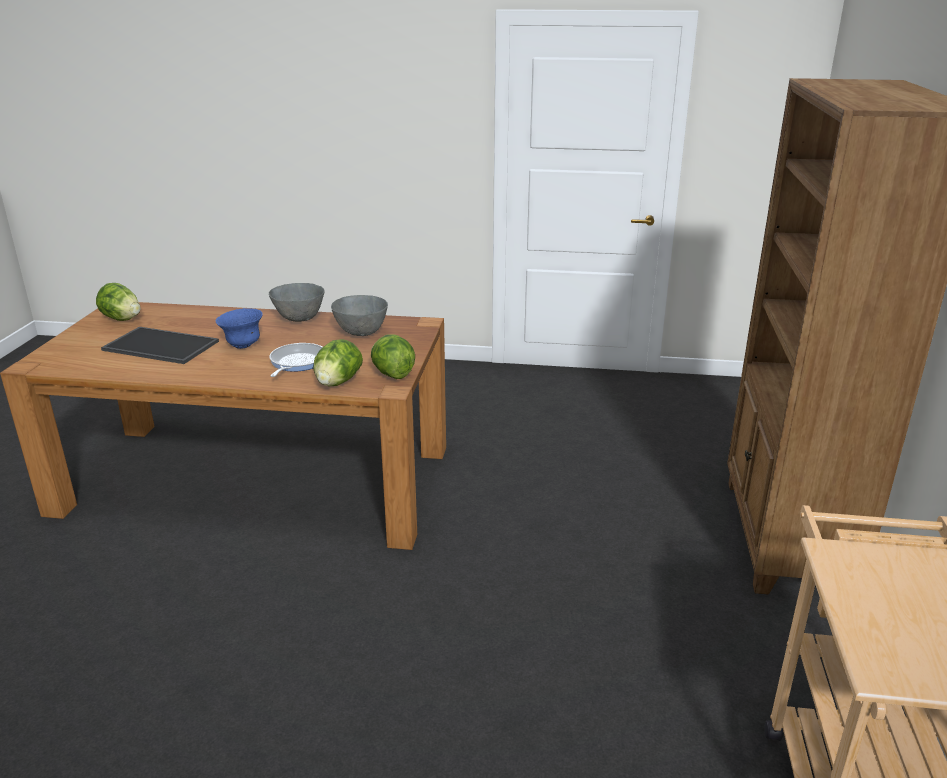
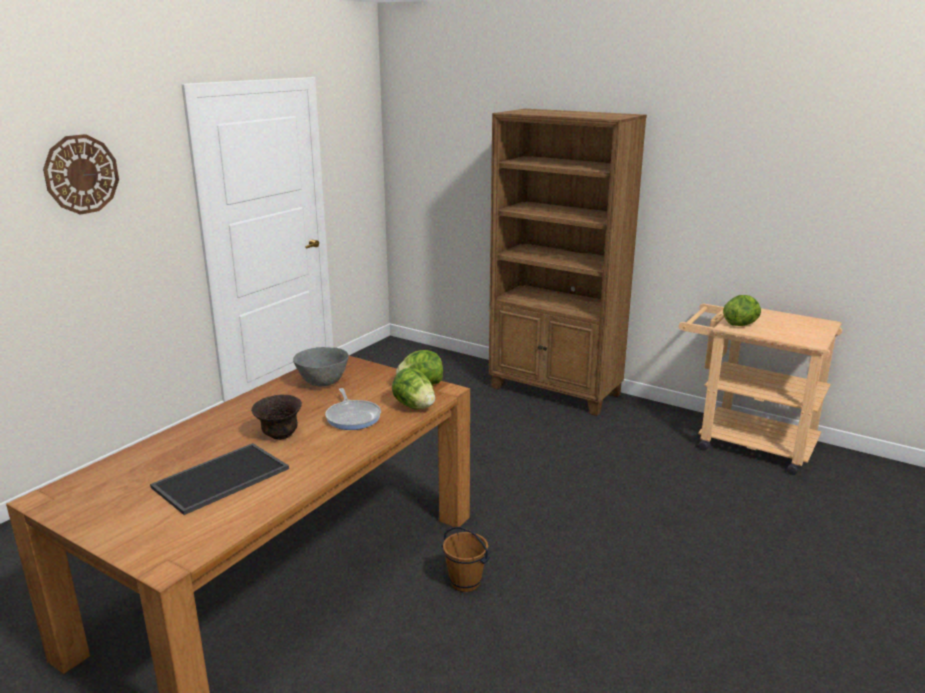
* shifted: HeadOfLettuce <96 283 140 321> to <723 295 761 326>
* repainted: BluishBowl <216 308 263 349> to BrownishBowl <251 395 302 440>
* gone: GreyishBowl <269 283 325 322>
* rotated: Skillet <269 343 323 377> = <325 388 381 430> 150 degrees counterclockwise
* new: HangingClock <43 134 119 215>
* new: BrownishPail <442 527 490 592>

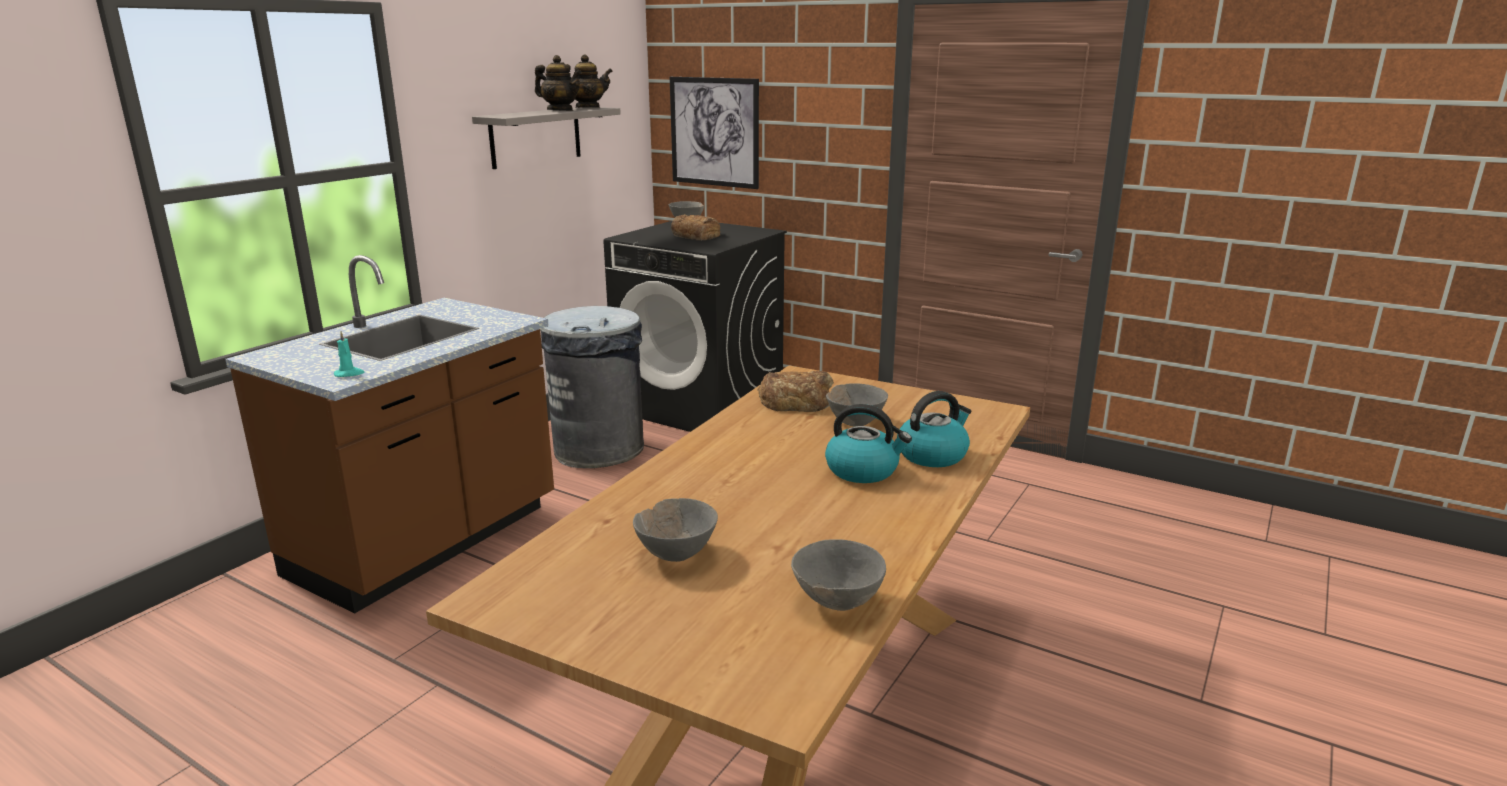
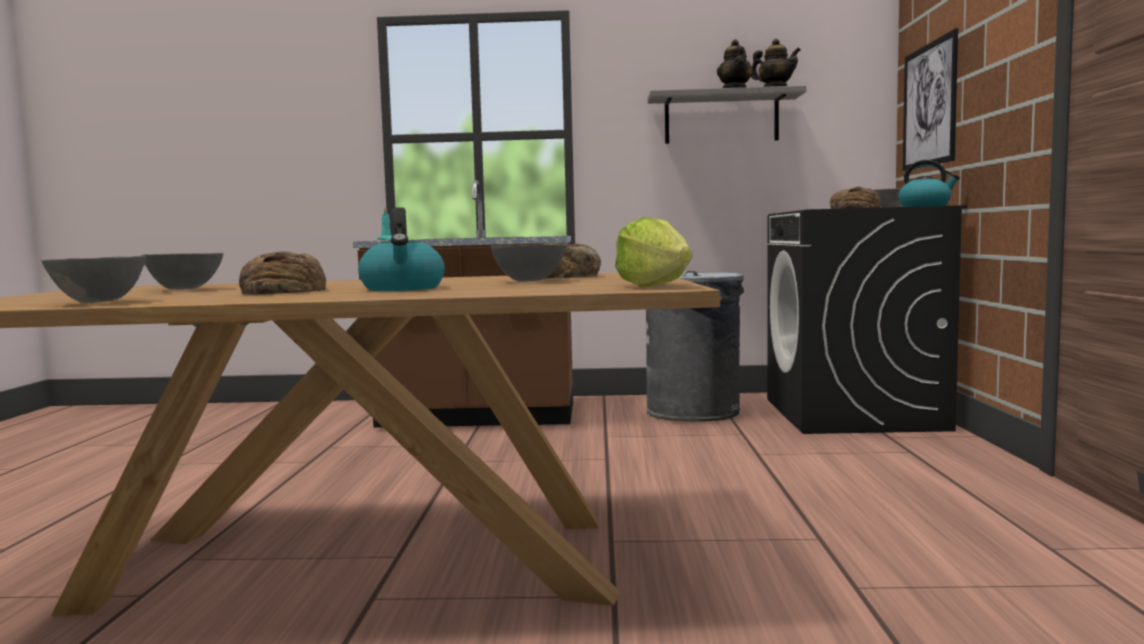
* shifted: Kettle <897 391 971 467> to <898 160 960 207>
* new: Bread <239 251 326 295>
* new: HeadOfLettuce <615 217 692 287>

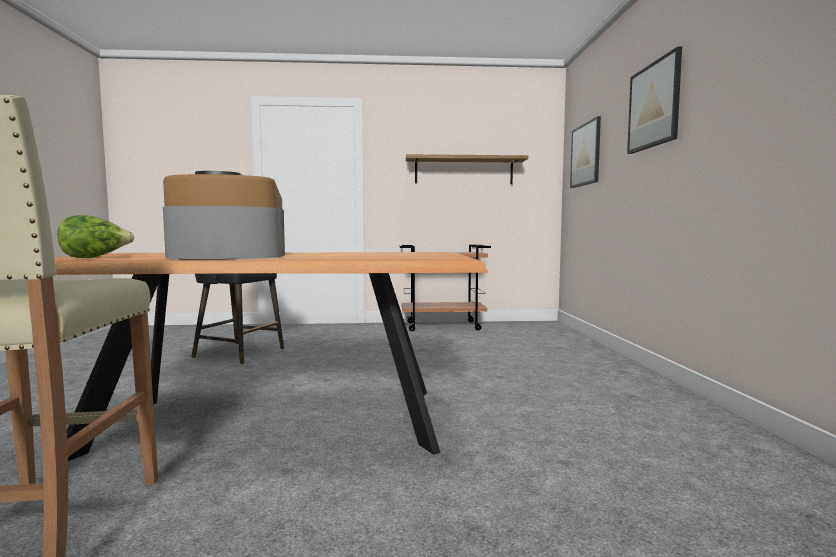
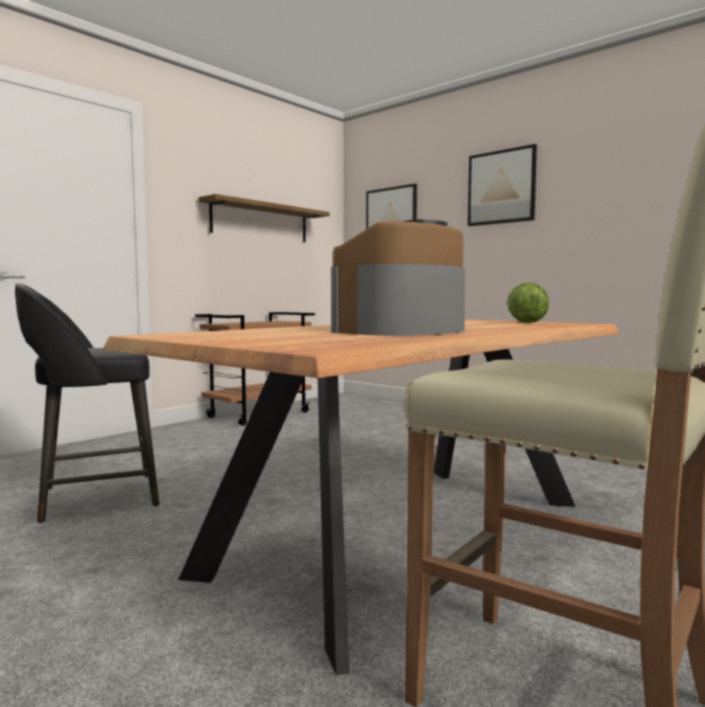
* shifted: HeadOfLettuce <57 215 135 258> to <507 283 549 323>

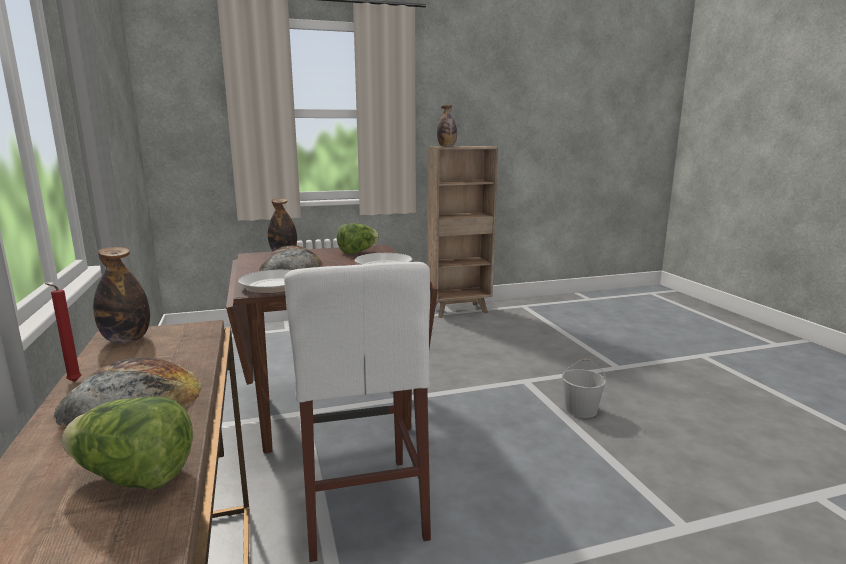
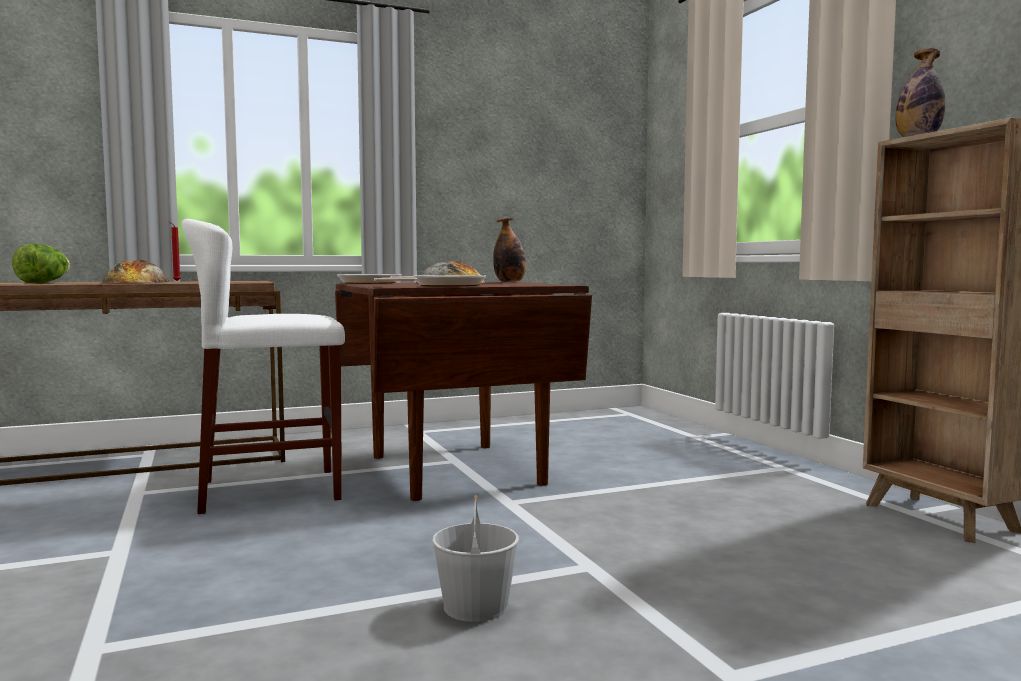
* gone: Bottle <93 247 150 344>
* gone: HeadOfLettuce <337 223 379 254>

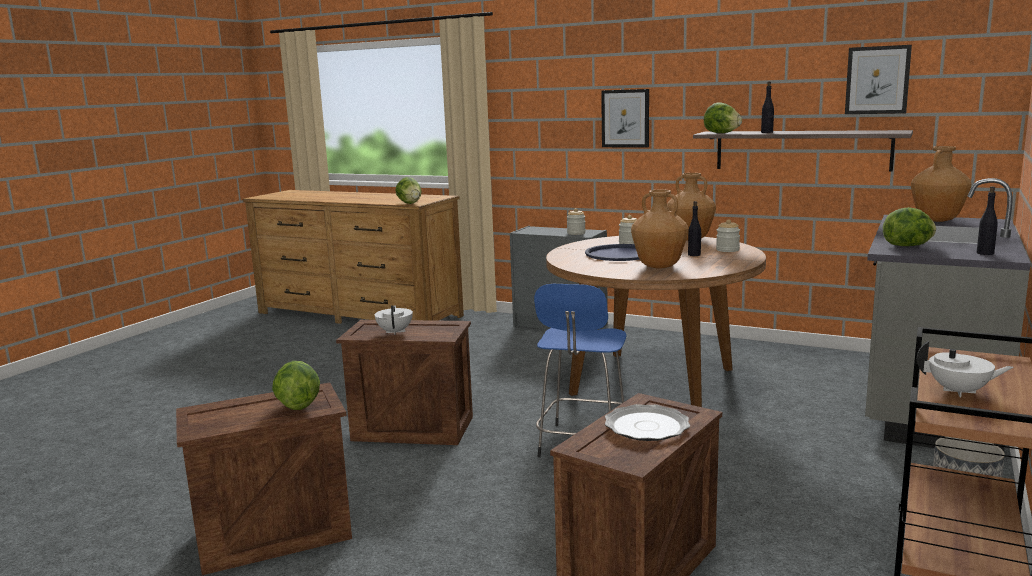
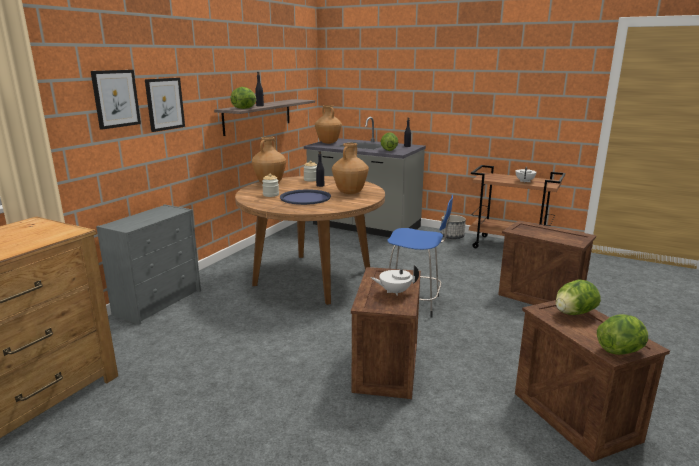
* shifted: HeadOfLettuce <395 177 422 204> to <597 314 648 355>
* gone: Jar <567 208 586 235>
* gone: FlatDish <605 404 690 441>
* shifted: WallPicture <845 45 912 114> to <91 70 141 130>

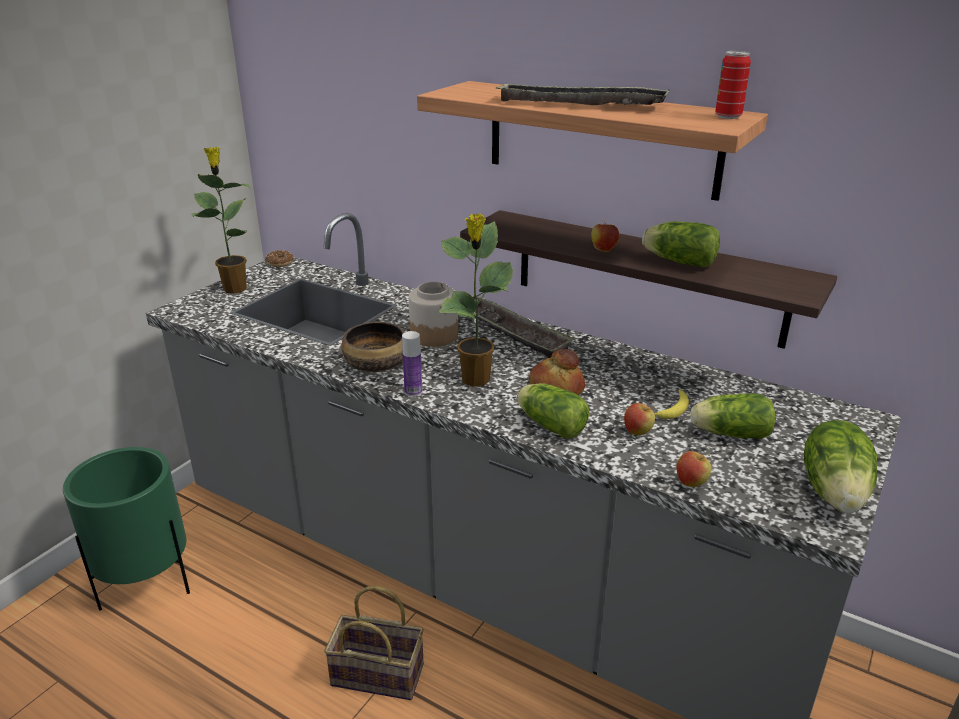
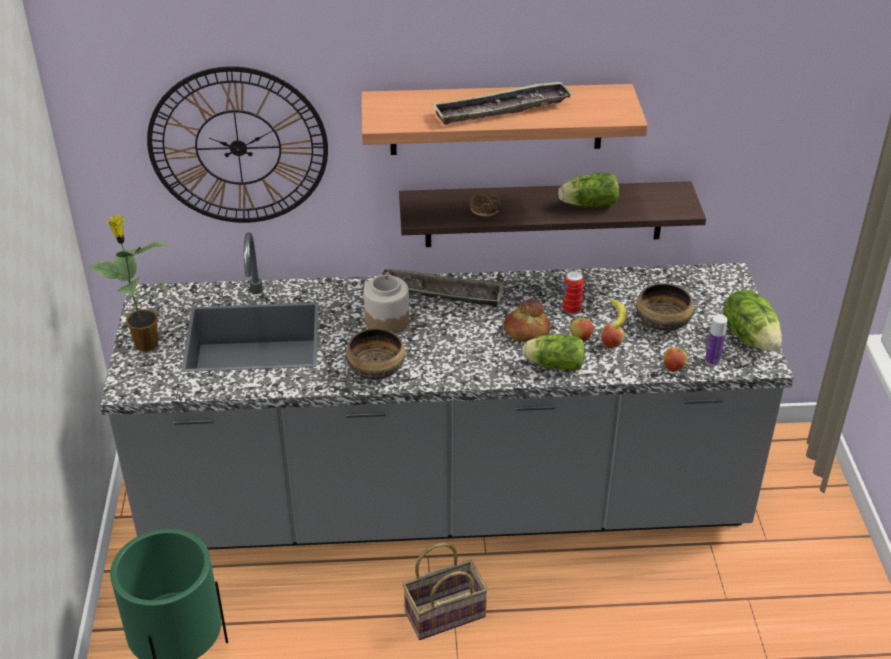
* shifted: RingDoughnut <265 250 294 267> to <470 194 501 217>
* shifted: Bottle <402 331 422 397> to <705 314 728 366>
* gone: Houseplant <439 214 513 387>
* shifted: WholeApple <591 220 619 252> to <570 316 593 342>
* swapped: HeadOfLettuce <690 393 775 439> to Bowl <636 283 694 331>
* shifted: MetalCan <715 51 751 119> to <563 271 584 314>
* new: HangingClock <147 66 328 223>

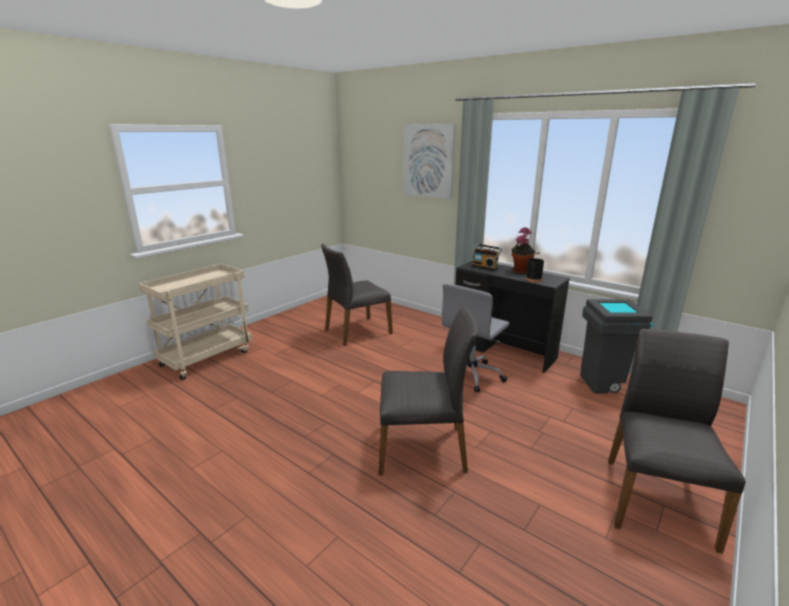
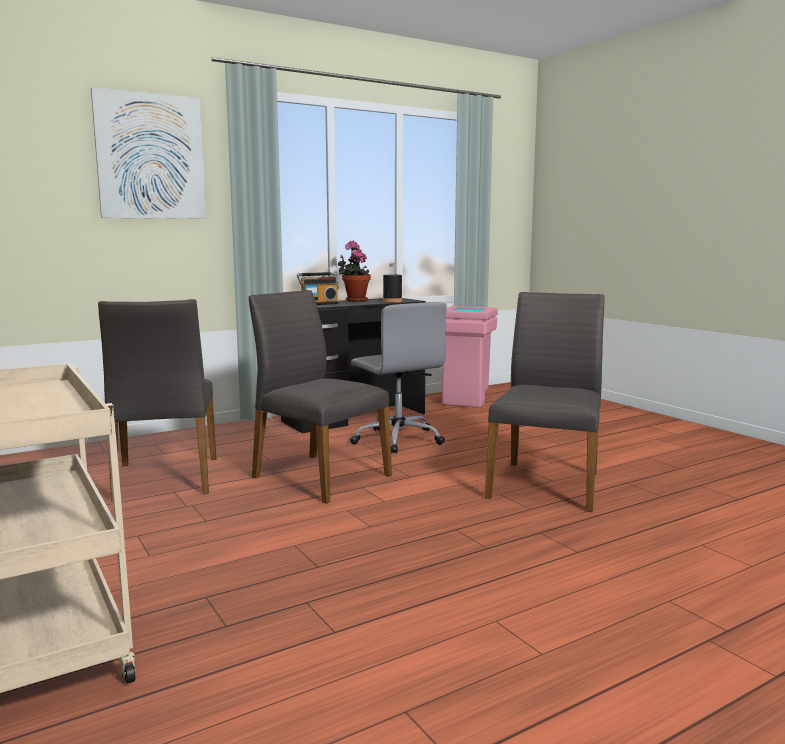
* repainted: GreyishWasteBin <580 299 654 393> to PinkColouredWasteBin <442 306 498 408>
* shifted: GreyishUprightChair <608 329 746 554> to <249 290 392 504>

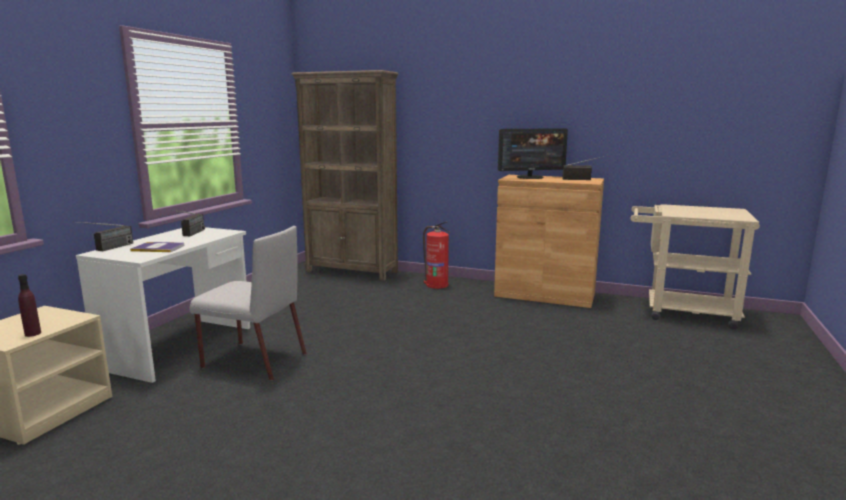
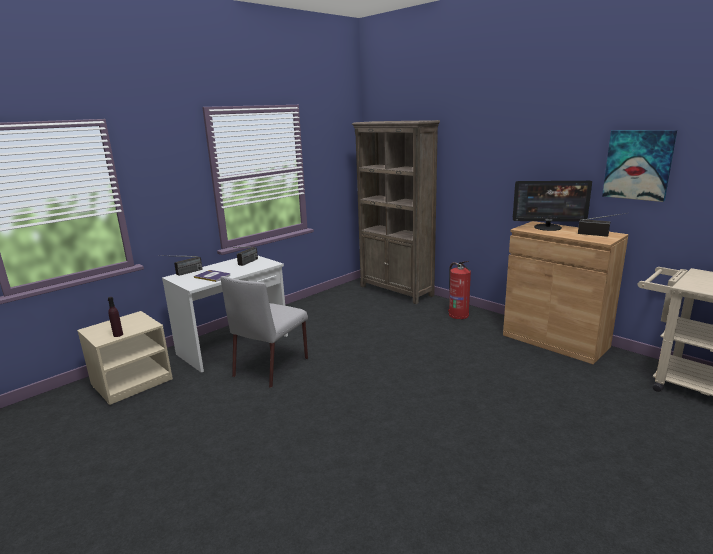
* rotated: GreyishUprightChair <190 226 306 381> = <220 276 308 388> 75 degrees clockwise
* new: WallPicture <602 130 677 202>

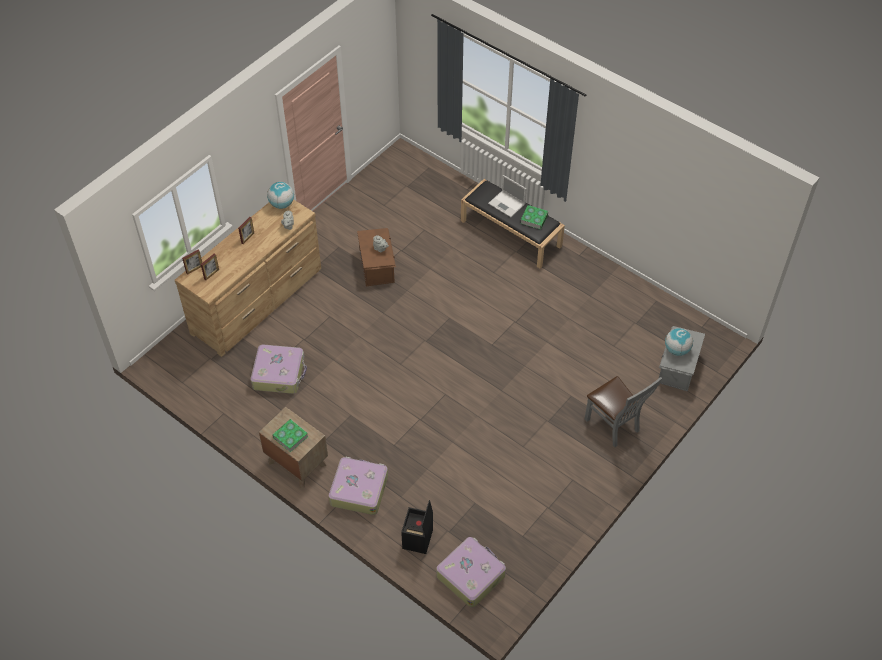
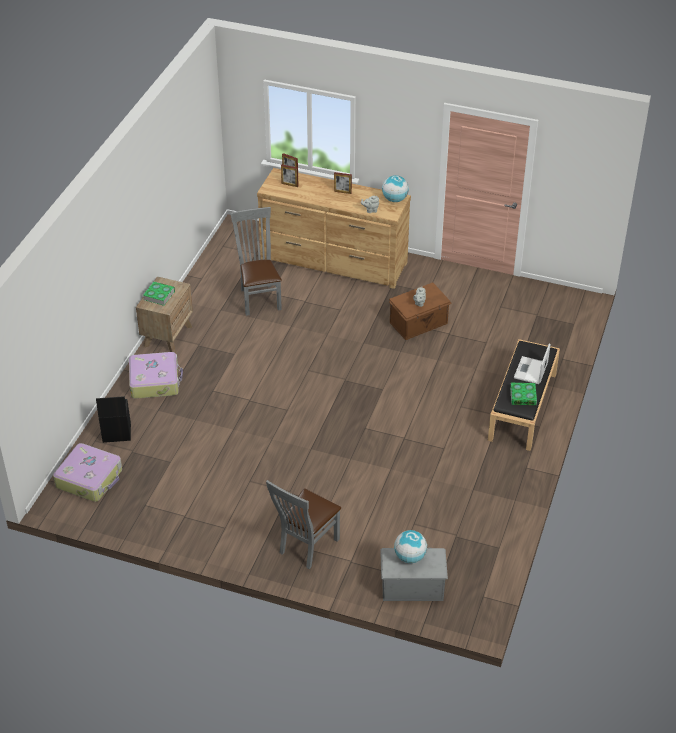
* swapped: PieceOfLuggage <251 345 307 394> to GreyishUprightChair <231 207 282 316>

